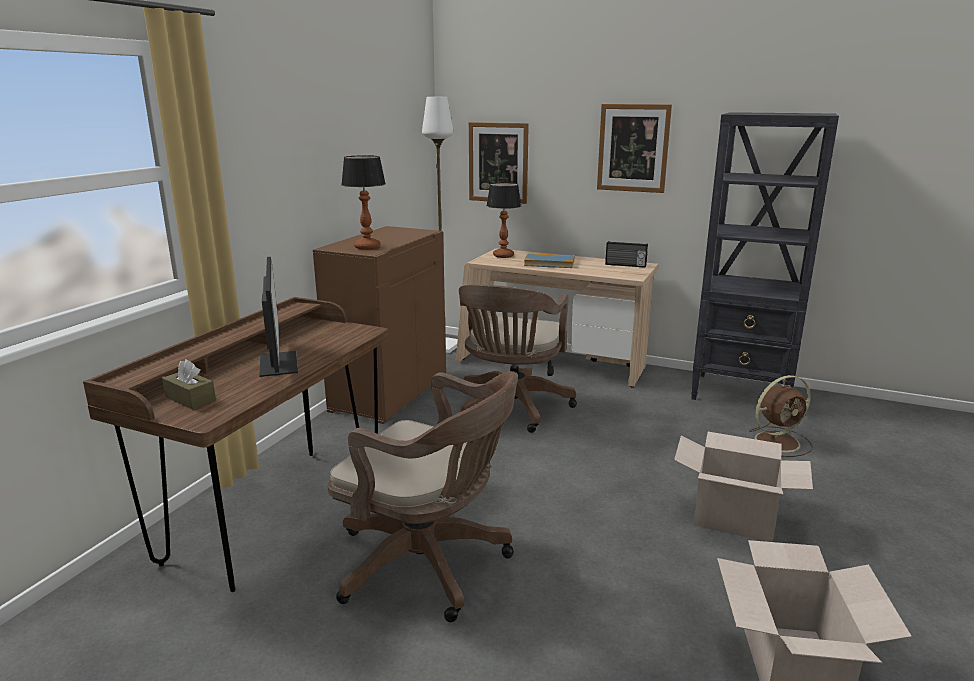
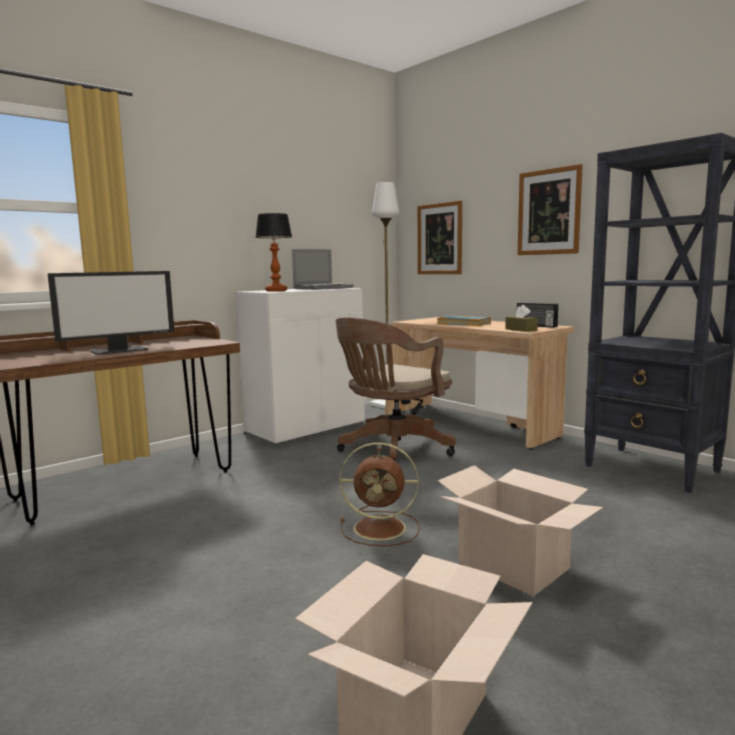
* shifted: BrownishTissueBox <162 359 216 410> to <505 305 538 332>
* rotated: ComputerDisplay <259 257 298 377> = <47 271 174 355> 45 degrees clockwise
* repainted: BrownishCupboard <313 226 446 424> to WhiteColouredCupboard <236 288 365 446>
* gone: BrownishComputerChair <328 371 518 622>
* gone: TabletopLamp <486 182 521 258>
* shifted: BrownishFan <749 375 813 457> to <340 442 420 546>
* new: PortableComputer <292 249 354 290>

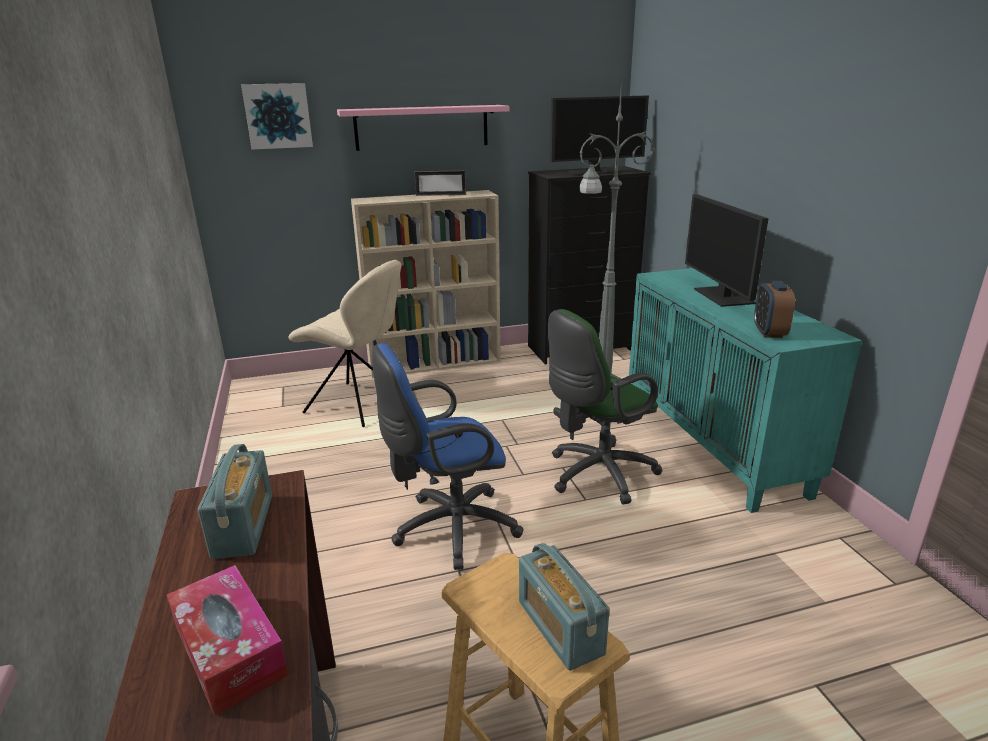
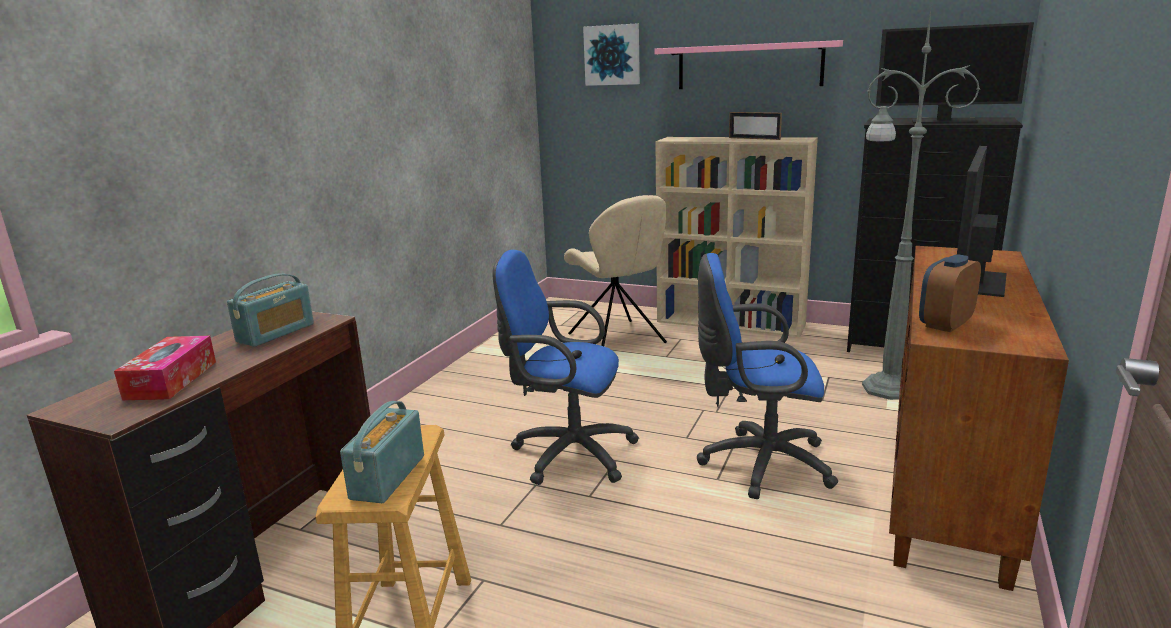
* repainted: GreenColouredComputerChair <548 309 663 505> to BluishComputerChair <697 253 838 499>
* repainted: TurquoiseColouredCupboard <629 268 862 513> to BrownishCupboard <889 246 1069 591>

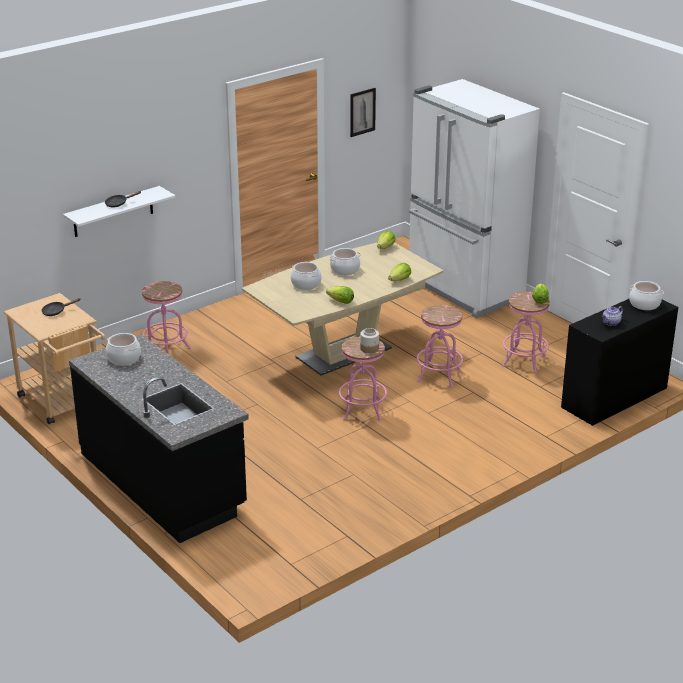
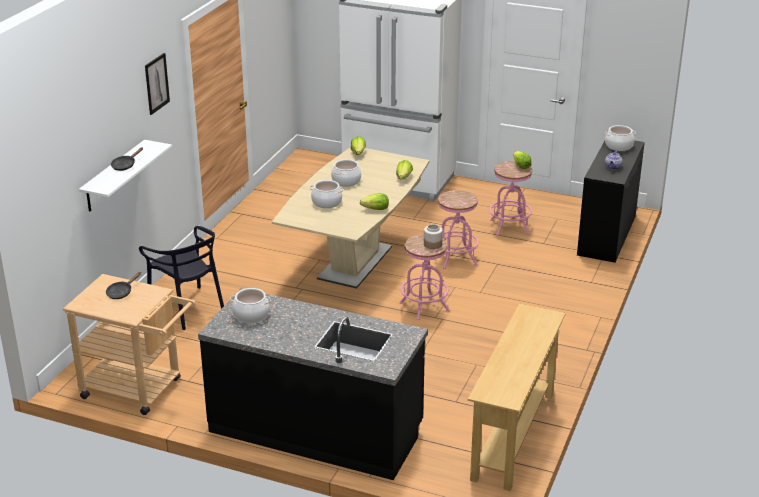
* swapped: PinkColouredSittingStool <142 281 191 354> to BlackishUprightChair <139 226 224 330>
* shifted: WallPicture <350 88 376 137> to <145 53 170 115>
* new: SandColouredNarrowTable <468 303 566 491>

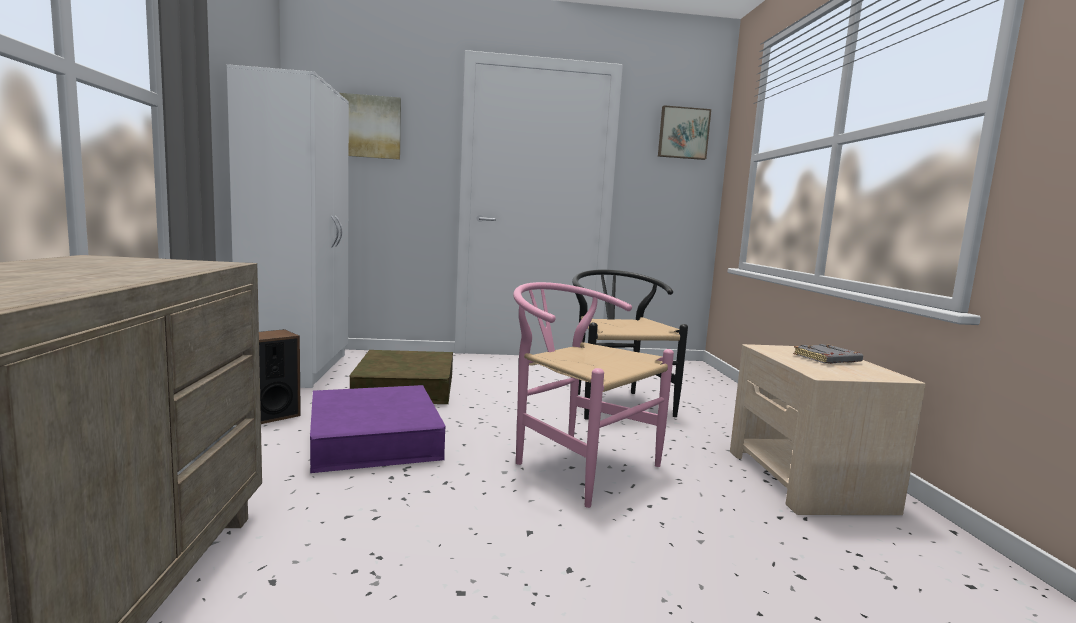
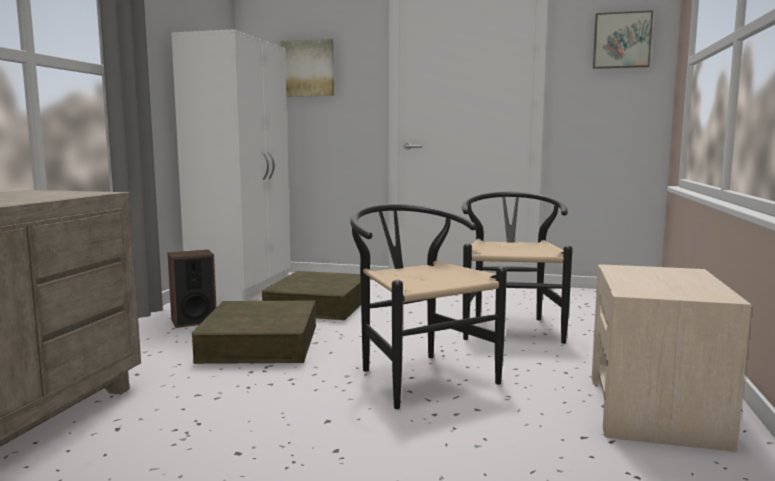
* repainted: PurpleStorageContainer <310 385 446 473> to BrownishStorageContainer <192 300 316 364>
* repainted: PinkColouredUprightChair <513 282 674 508> to BlackishUprightChair <350 204 507 409>
* gone: GreyishBook <793 344 863 364>

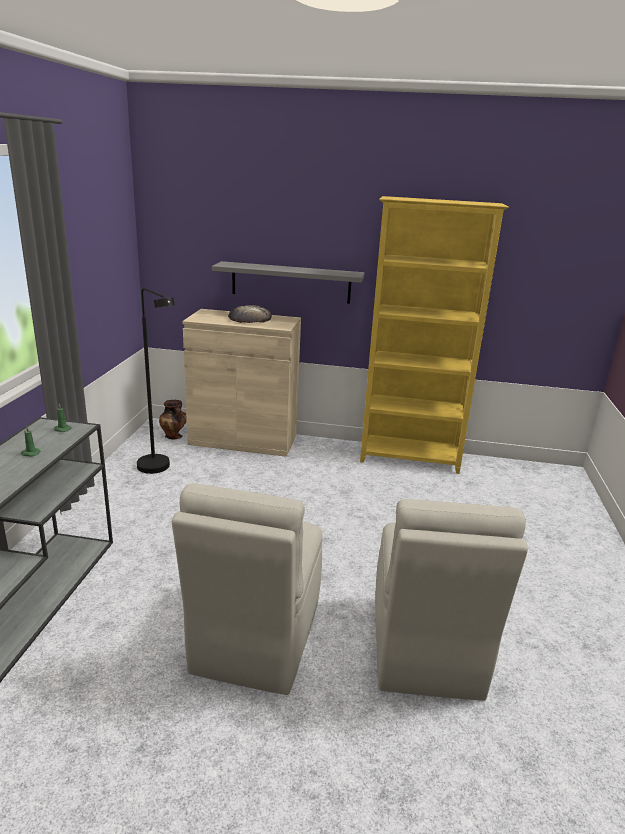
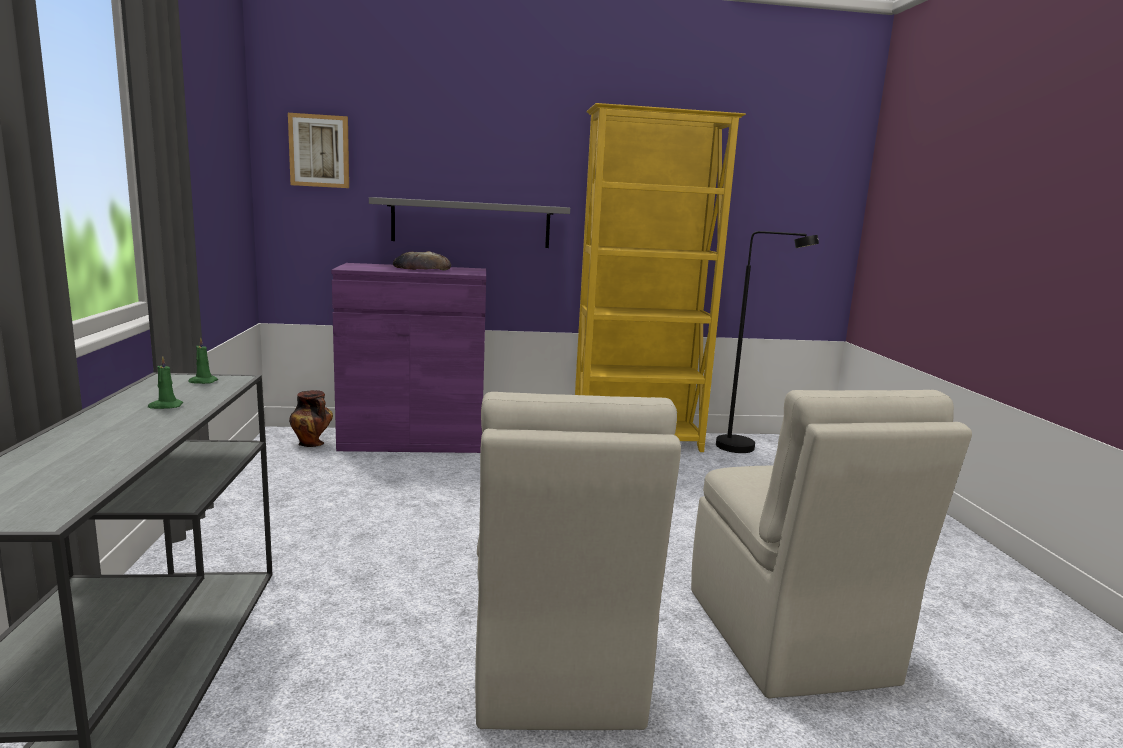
* shifted: BlackishFloorLamp <137 288 175 474> to <716 231 819 453>
* repainted: SandColouredCupboard <183 309 301 457> to PurpleCupboard <332 263 486 453>
* new: WallPicture <288 113 349 188>

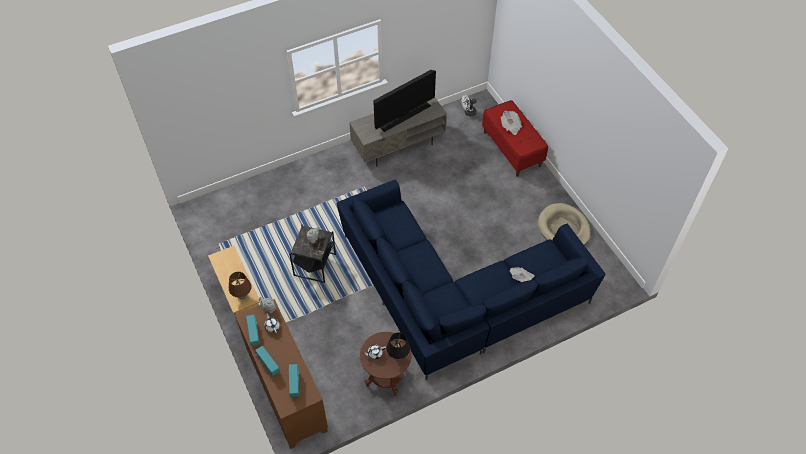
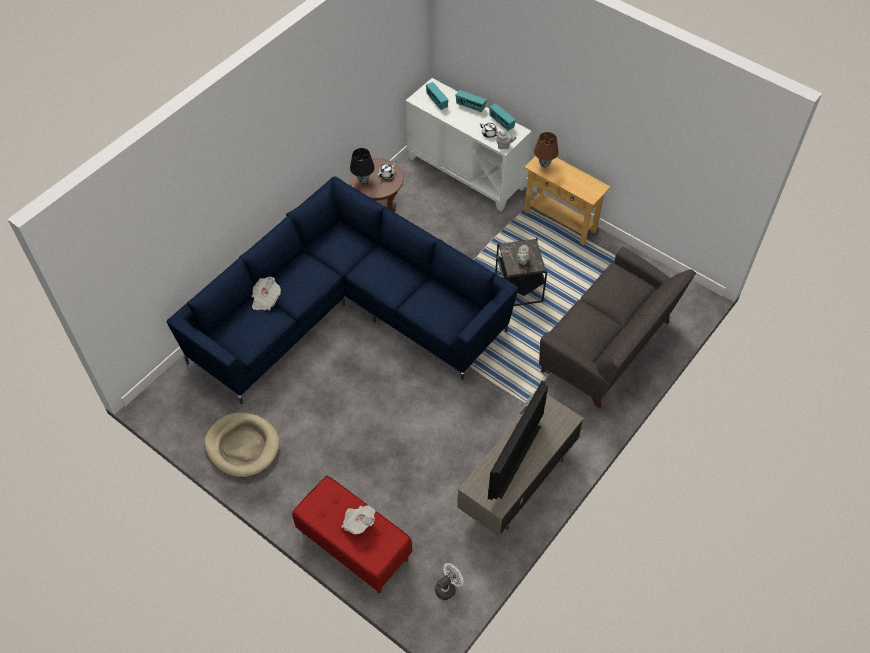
* repainted: BrownishCupboard <235 299 328 449> to WhiteColouredCupboard <405 78 532 211>
* new: GreyishSettee <539 247 696 408>

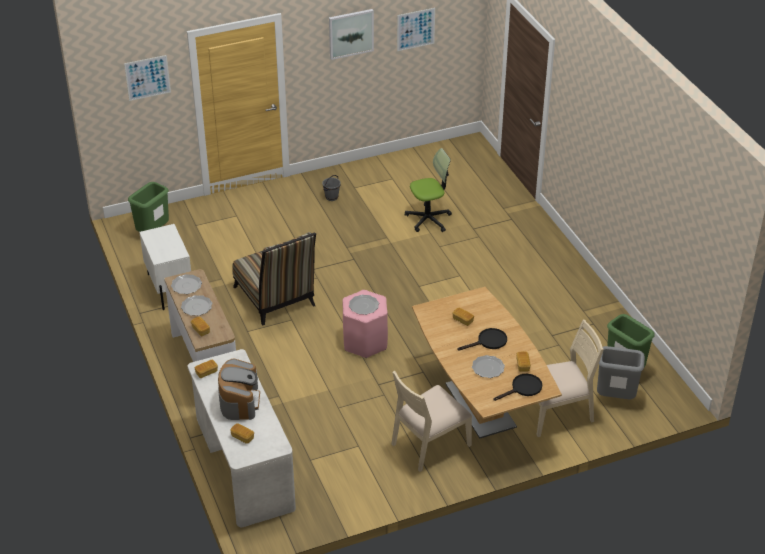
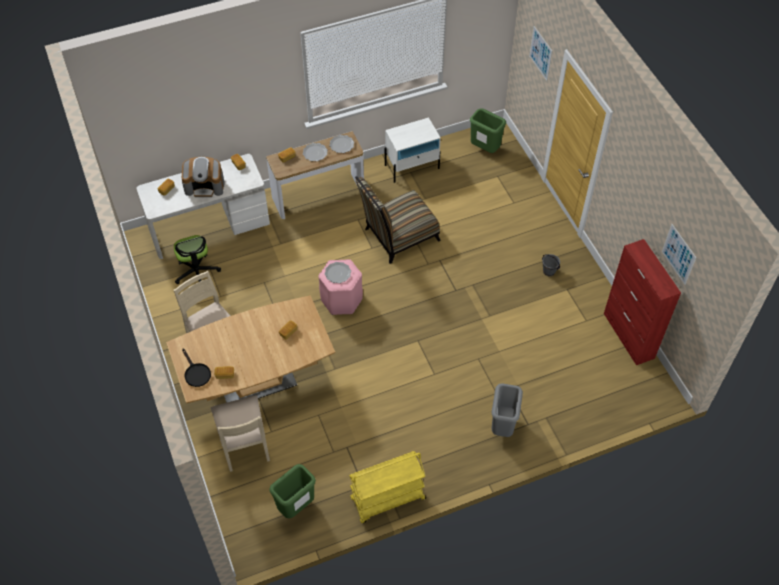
* gone: WallPicture <329 9 374 60>
* shifted: ComputerChair <405 148 452 232> to <174 235 221 284>
* gone: BlackishSkillet <457 328 507 351>
* gone: FlatDish <472 355 505 378>
* shifted: GreyishWasteBin <597 346 645 399> to <492 383 523 437>
* new: YellowishCart <349 451 426 523>
* new: ReddishCupboard <604 239 681 365>

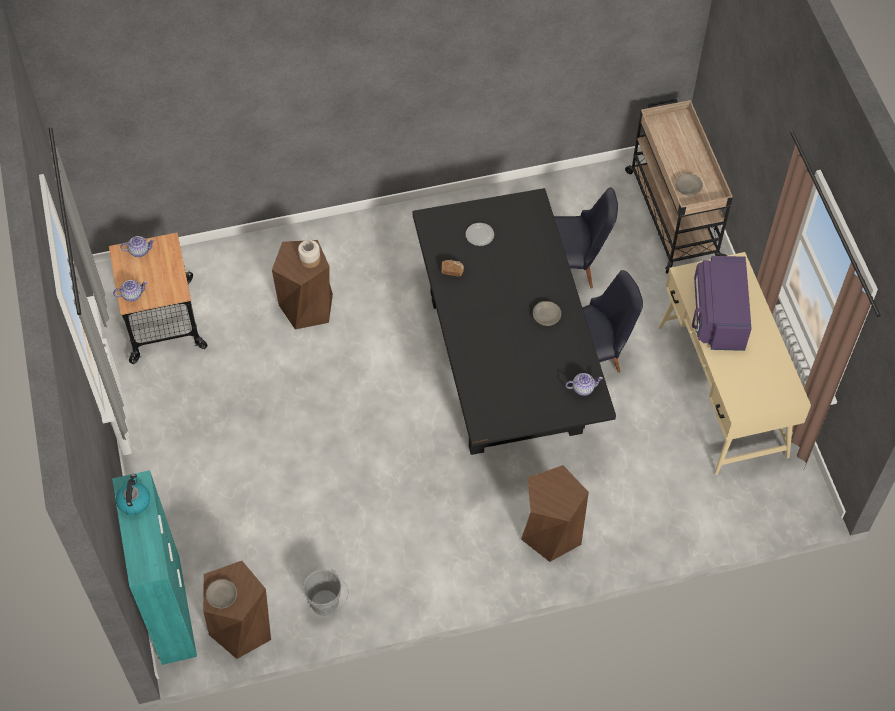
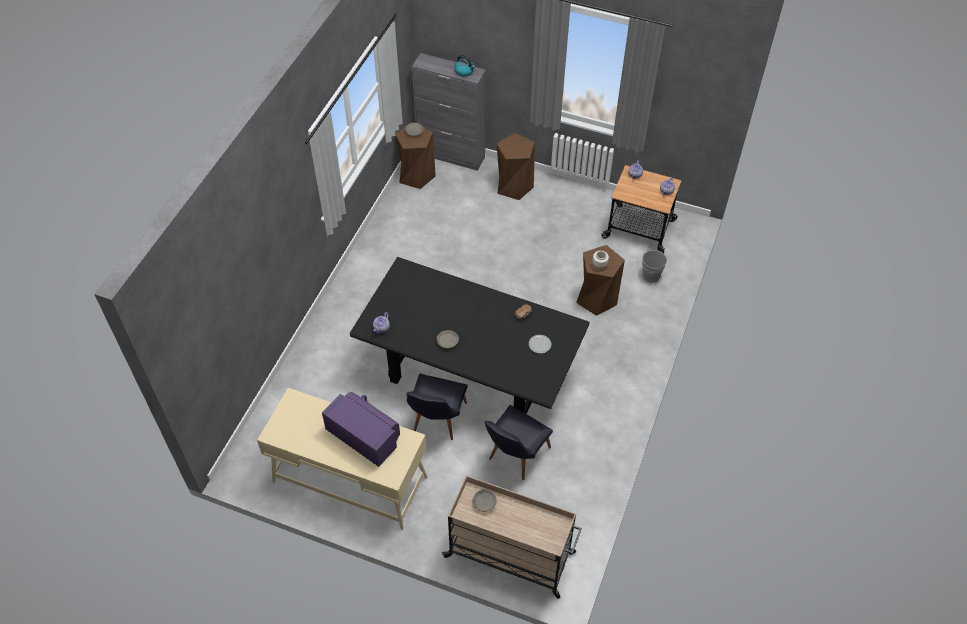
* repainted: TurquoiseColouredCupboard <112 470 197 665> to GreyishCupboard <412 53 486 171>
* shifted: GreyishPail <303 568 349 616> to <637 248 667 283>
* shifted: BrownishSittingStool <521 465 589 562> to <496 133 535 200>

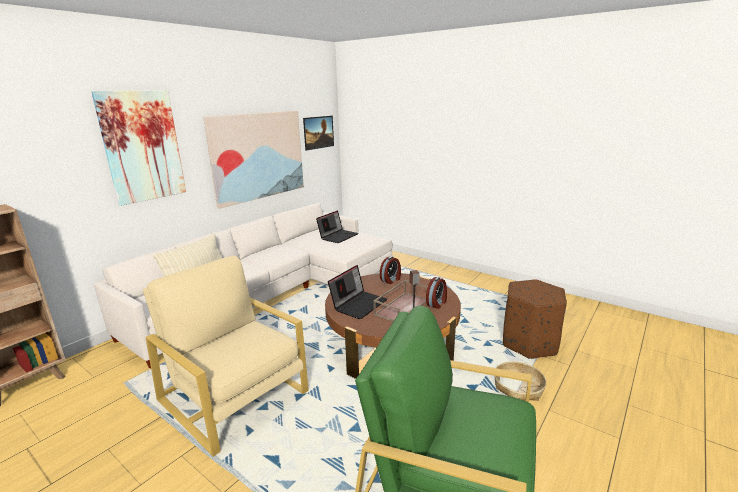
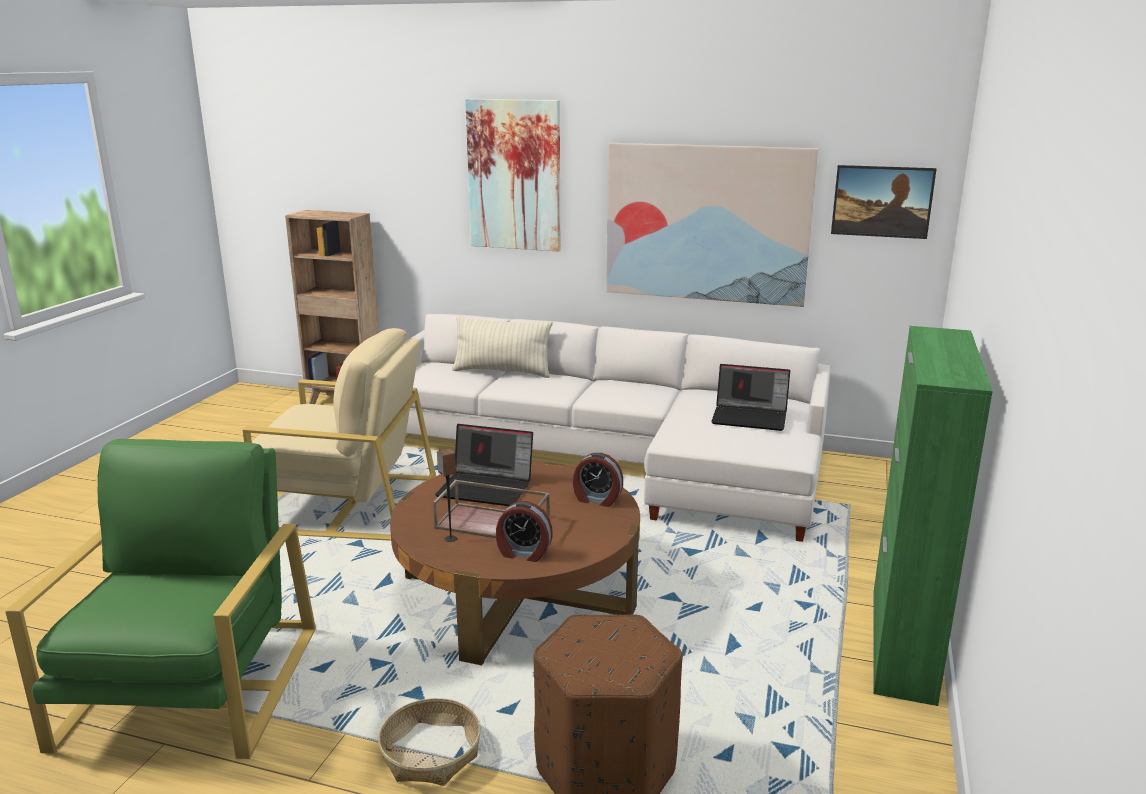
* rotated: SandColouredLoungeChair <143 256 309 457> = <243 328 436 541> 75 degrees clockwise
* new: GreenColouredCupboard <873 326 993 706>

